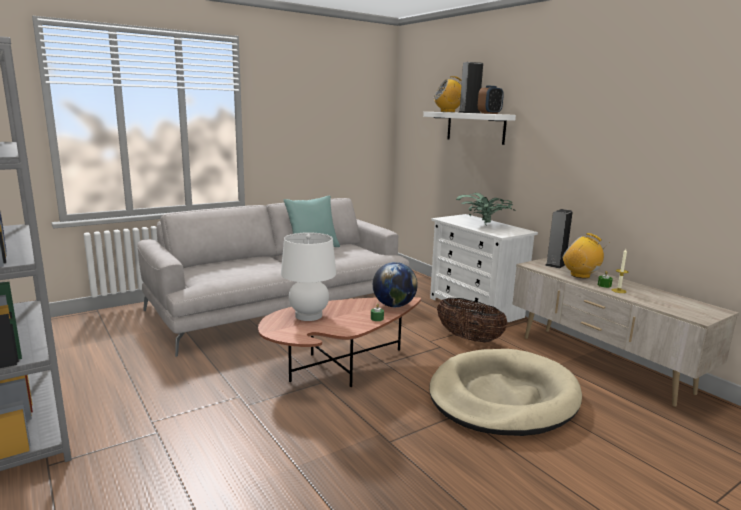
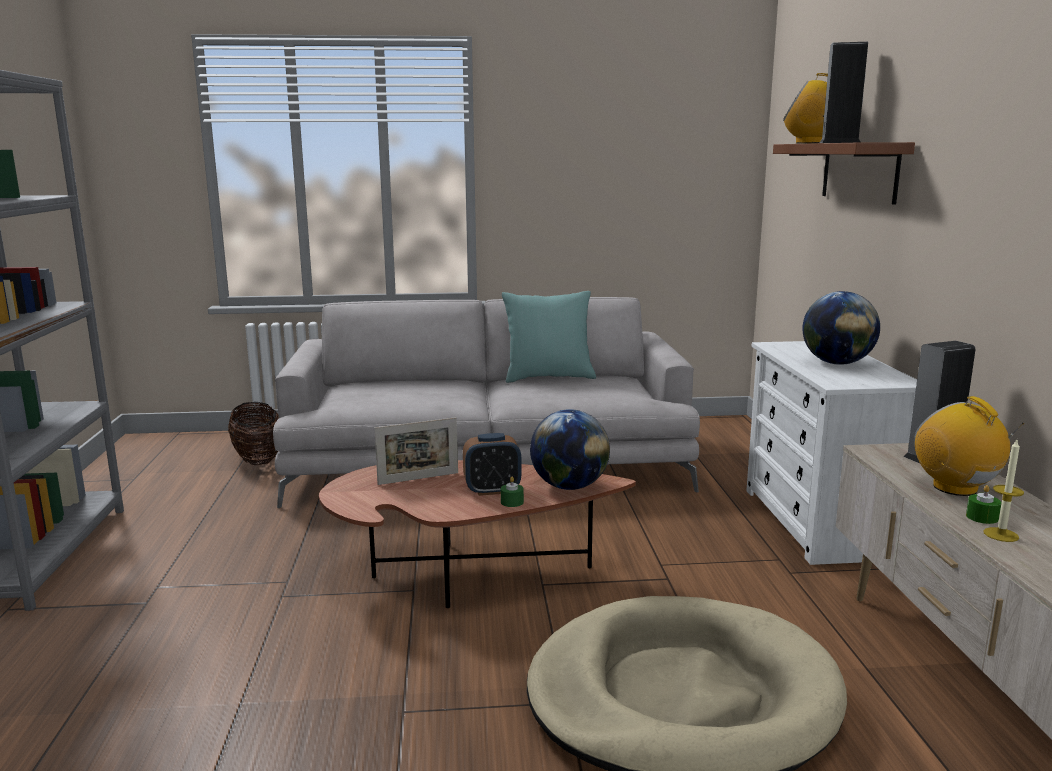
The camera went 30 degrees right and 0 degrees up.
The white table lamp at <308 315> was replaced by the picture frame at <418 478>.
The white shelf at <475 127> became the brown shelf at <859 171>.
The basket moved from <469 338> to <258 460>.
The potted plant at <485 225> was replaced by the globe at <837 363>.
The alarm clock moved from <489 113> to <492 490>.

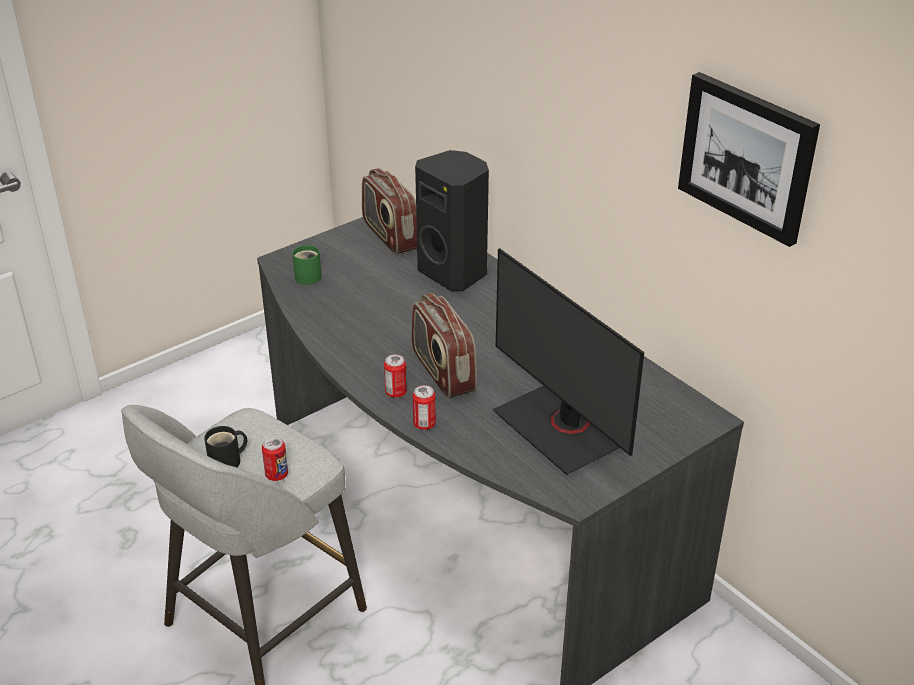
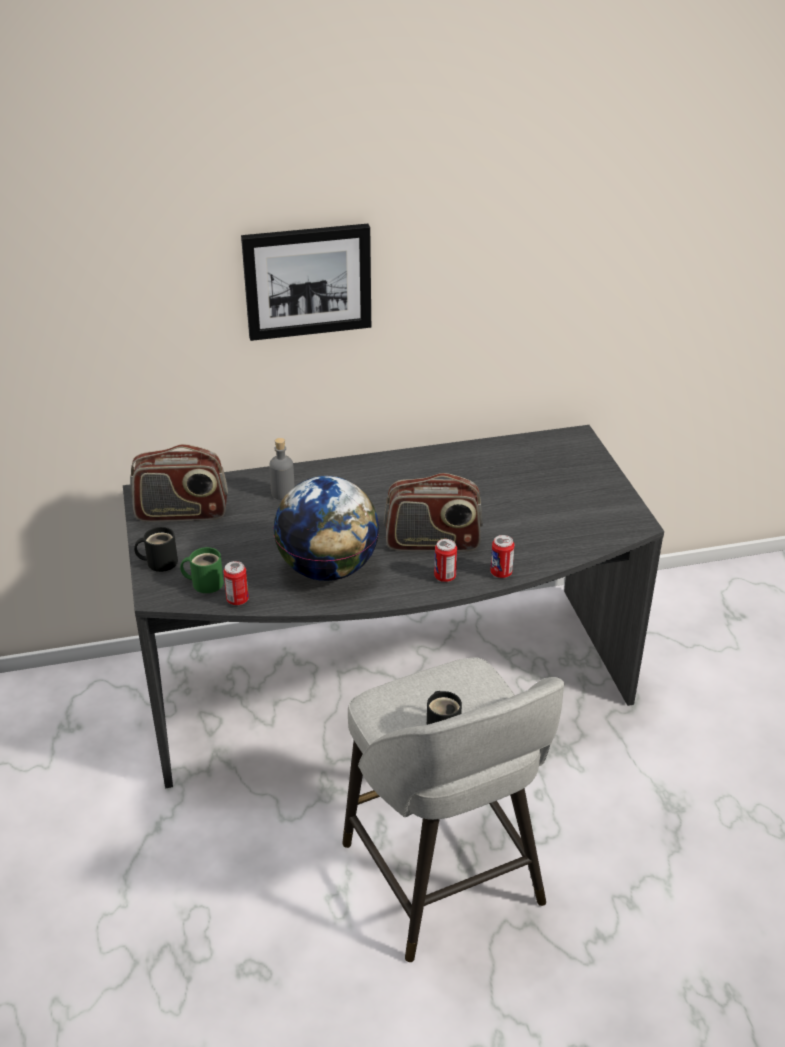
The camera went 65 degrees left and 0 degrees up.
The can moved from <276 475> to <237 600>.
The black speaker at <454 273> was replaced by the grey bottle at <283 493>.
The monitor at <562 428> disappeared.
The picture moved from <747 157> to <307 281>.
The black mug at <159 561> appeared.
The globe at <328 569> appeared.

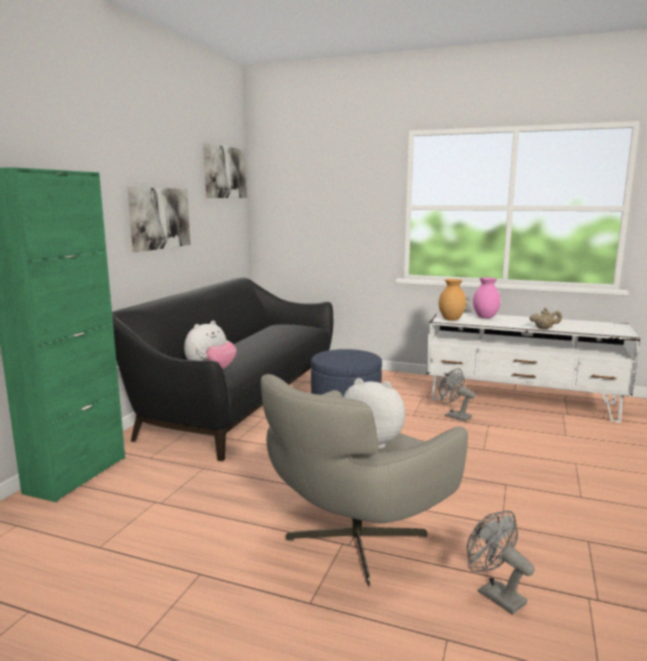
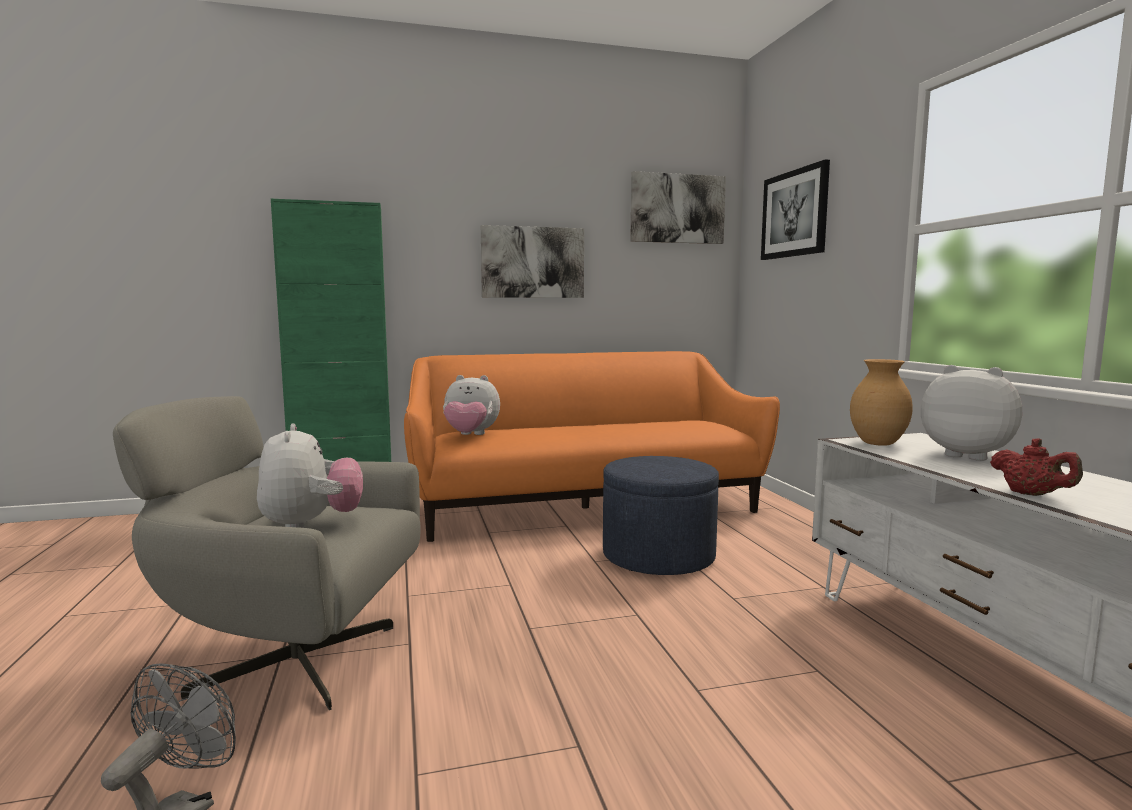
The camera went 55 degrees right and 5 degrees down.
The black sofa at <239 403> became the orange sofa at <583 505>.
The grey fan at <454 416> disappeared.
The pink vase at <485 317> was replaced by the plush toy at <968 455>.
The beige teapot at <544 328> became the red teapot at <1032 495>.
The picture at <794 214> appeared.

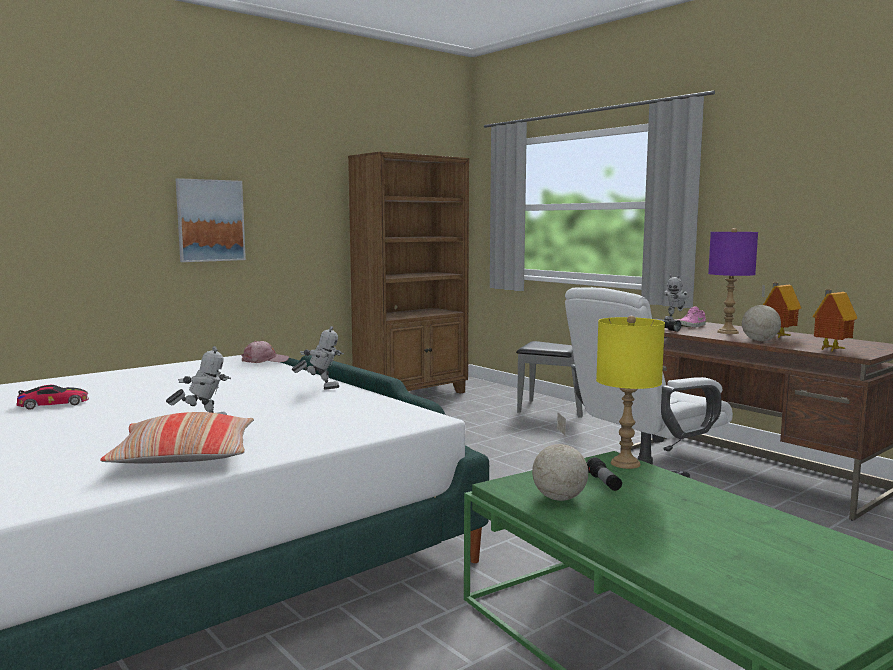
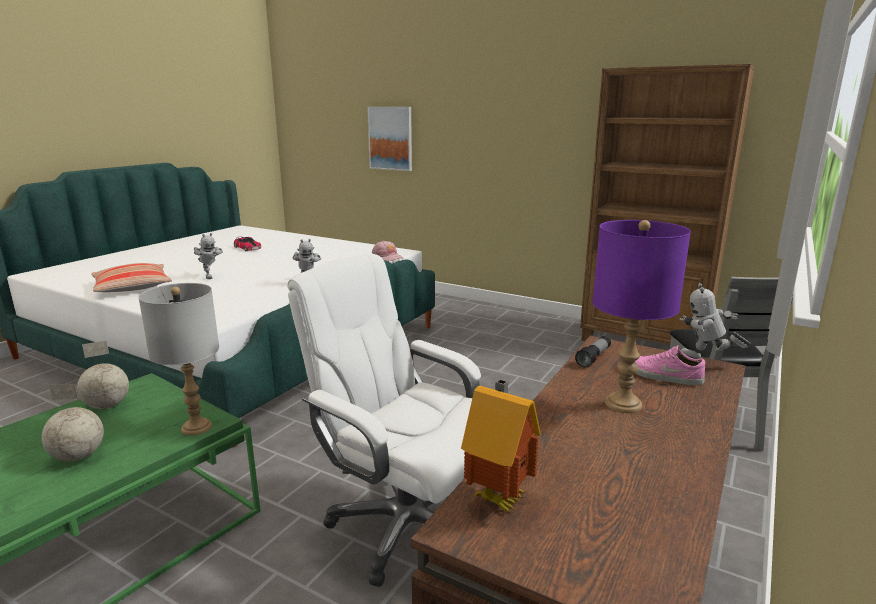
The camera went 70 degrees right and 10 degrees up.
The picture moved from <210 220> to <390 138>.
The flashlight at <604 483> disappeared.
The yellow table lamp at <626 463> became the grey table lamp at <196 427>.
The globe moved from <759 341> to <78 456>.
The toy house at <777 337> disappeared.

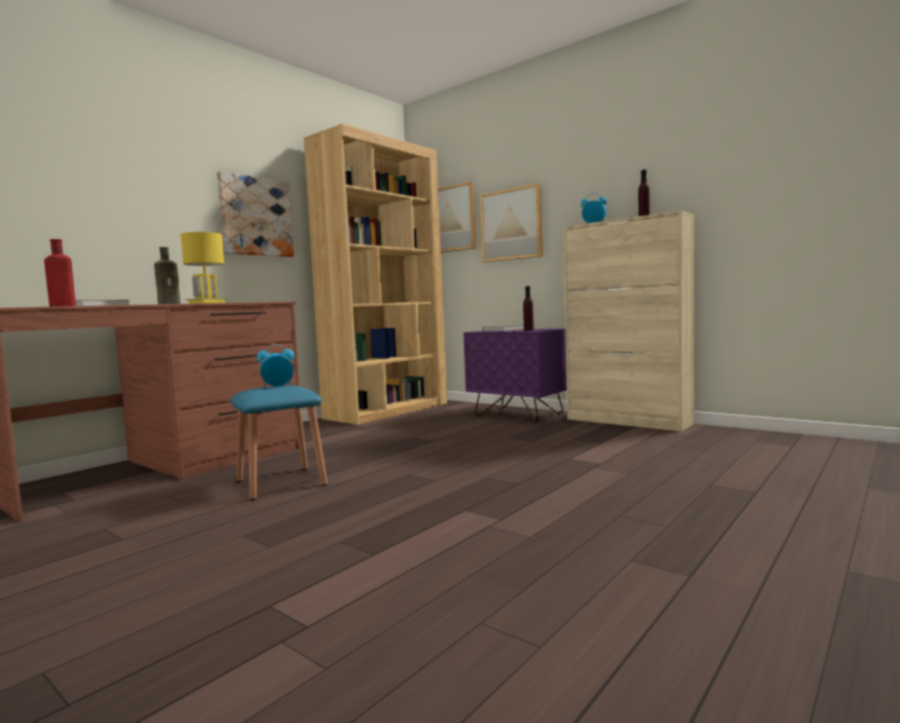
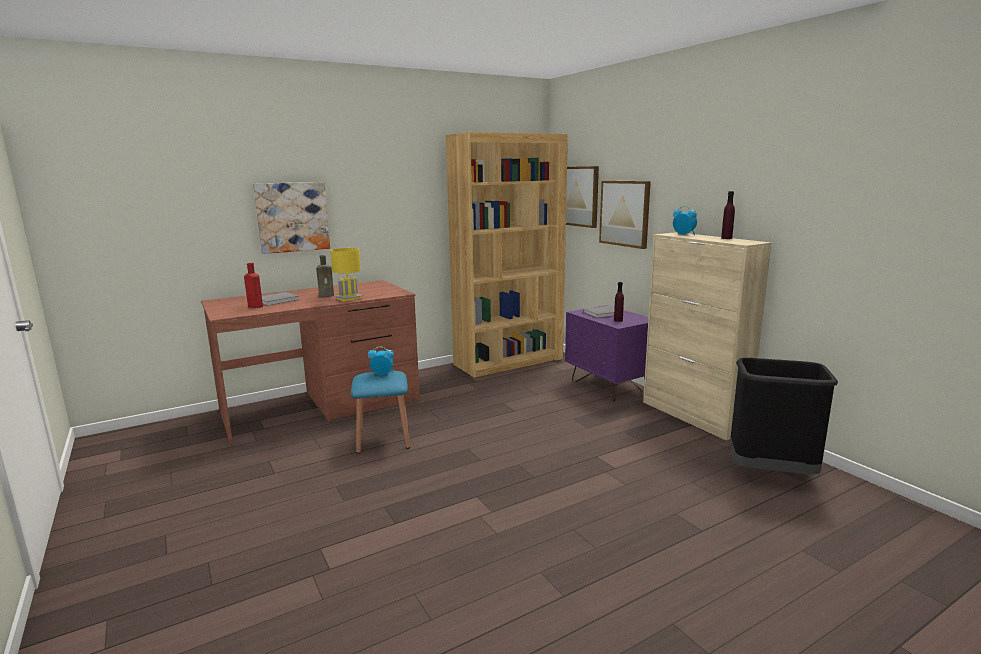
The camera went 20 degrees right and 10 degrees up.
The picture moved from <255 217> to <292 217>.
The black trash can at <771 472> appeared.

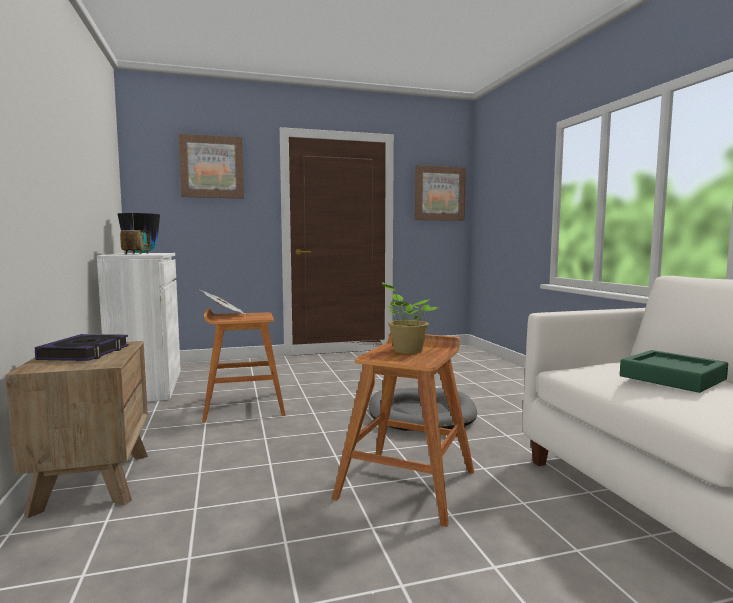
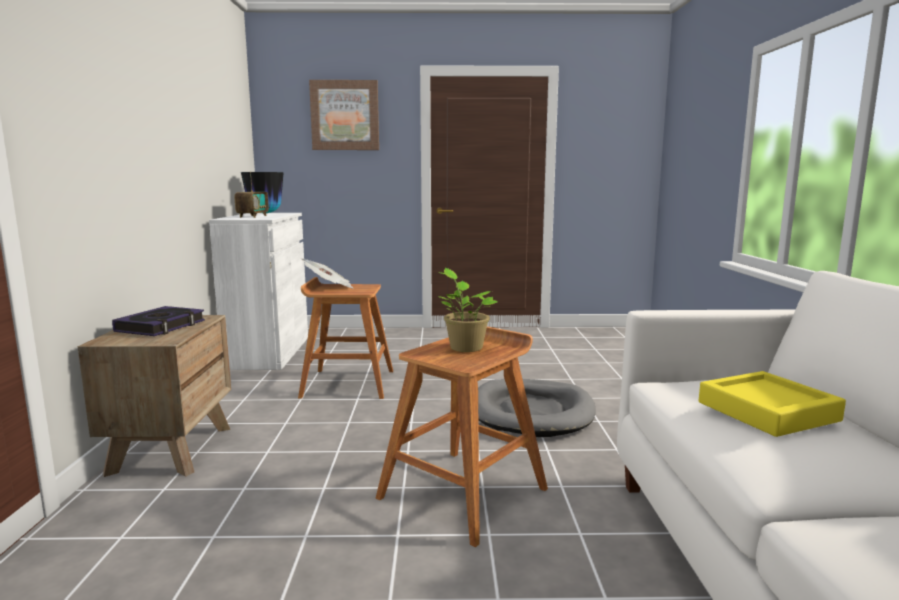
The camera went 15 degrees right and 5 degrees up.
The picture at <439 193> disappeared.
The green tray at <672 378> became the yellow tray at <767 411>.

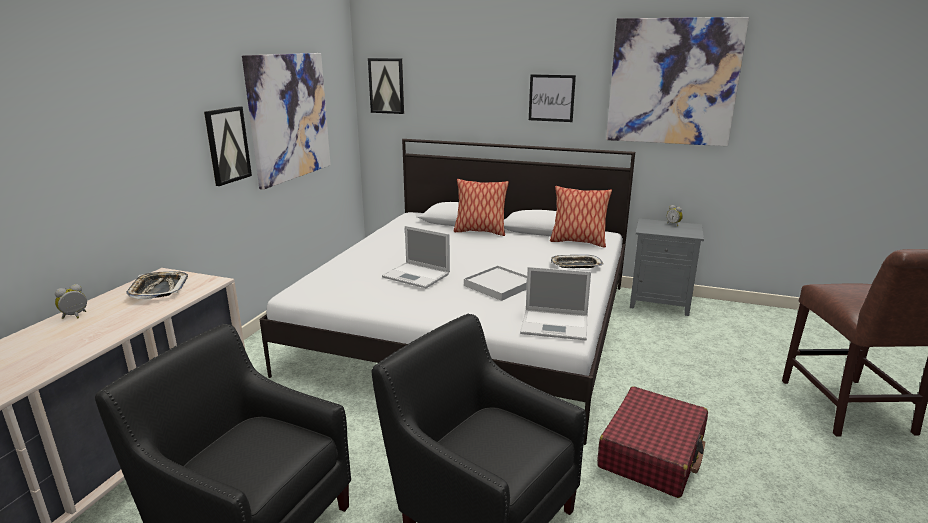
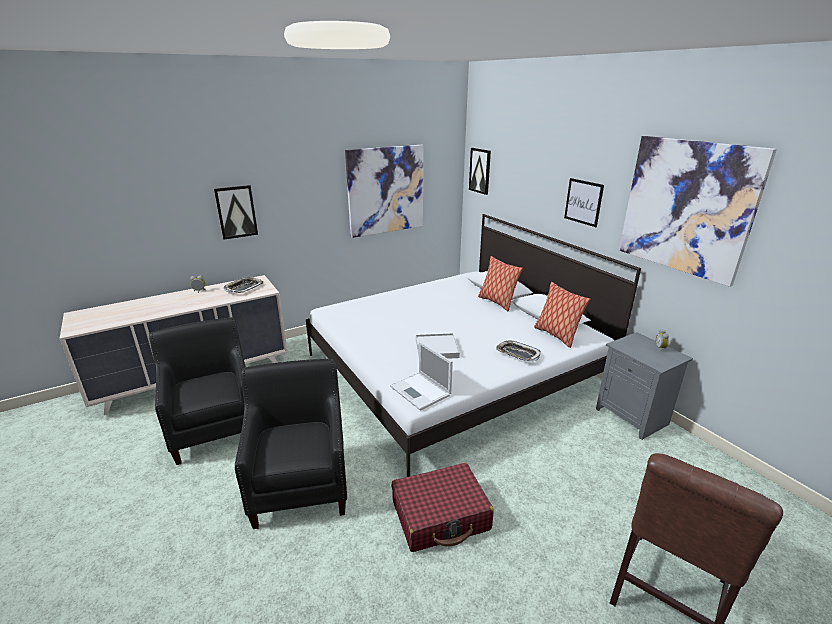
The camera went 40 degrees right and 5 degrees up.
The picture moved from <227 145> to <236 212>.
The laptop at <417 276> disappeared.

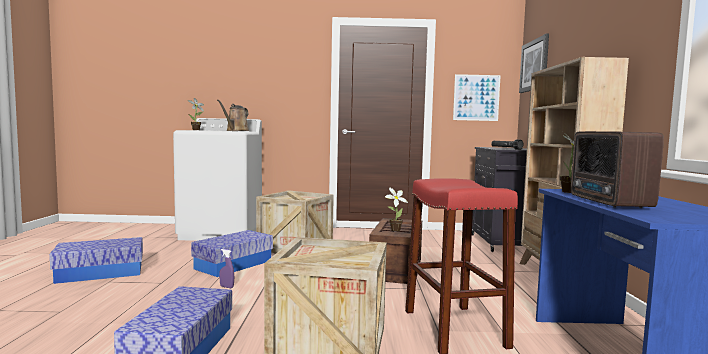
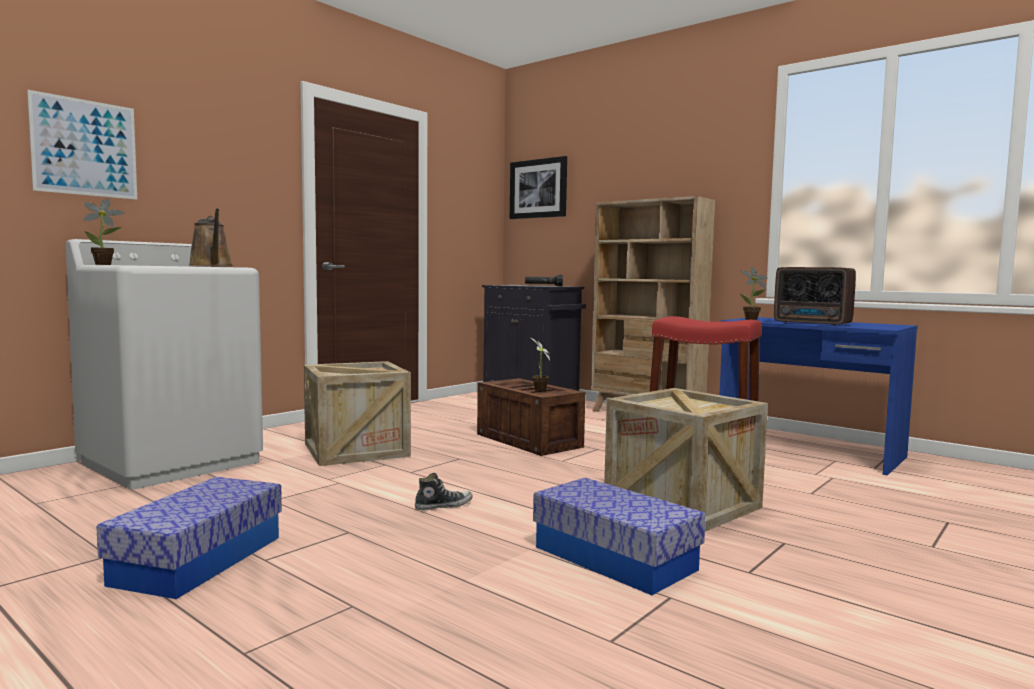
The camera went 50 degrees left and 0 degrees up.
The storage box at <233 265> disappeared.
The purple spray bottle at <226 287> was replaced by the shoe at <443 506>.
The picture moved from <476 97> to <85 147>.

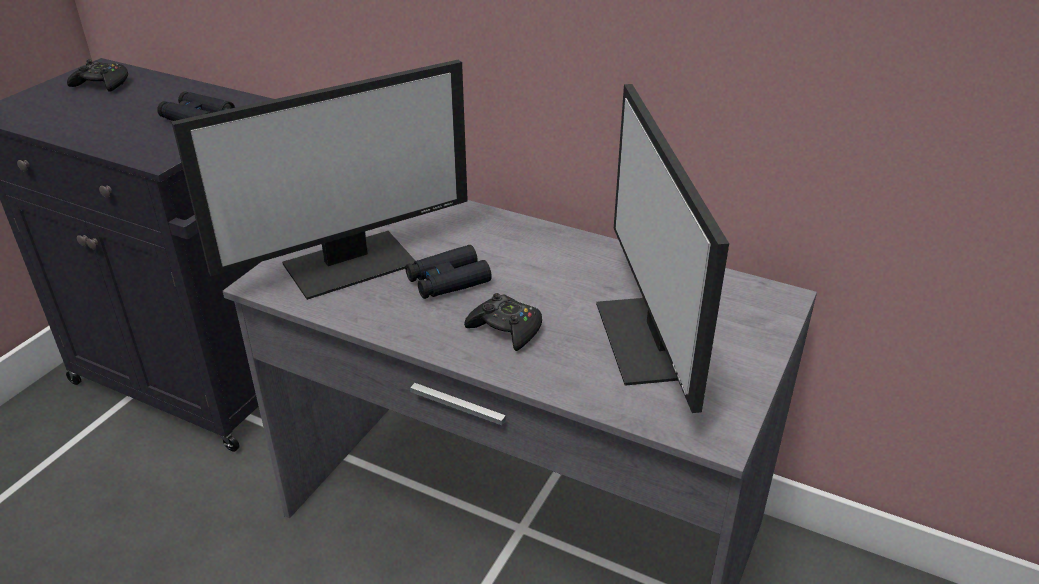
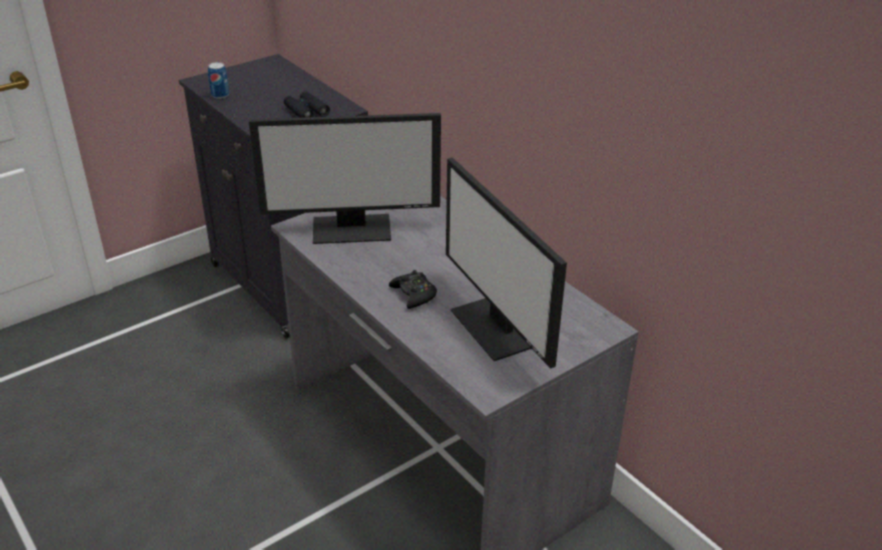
The camera went 25 degrees right and 0 degrees up.
The black game controller at <102 84> disappeared.
The black binoculars at <448 281> disappeared.
The monitor at <651 340> turned 45 degrees counterclockwise.
The can at <220 95> appeared.

